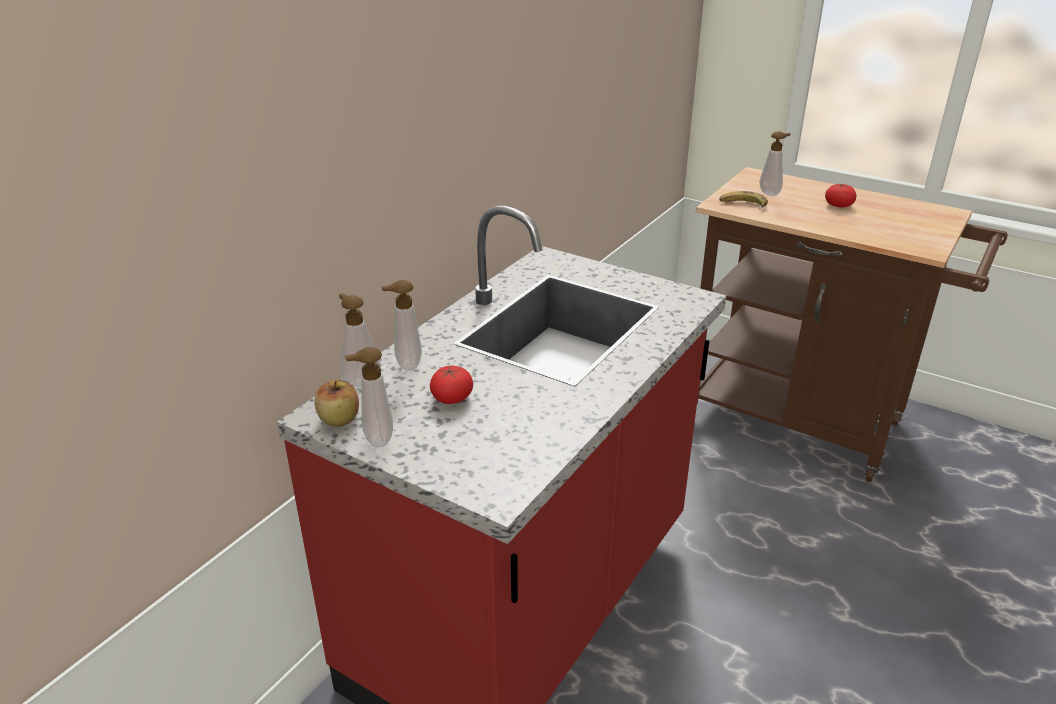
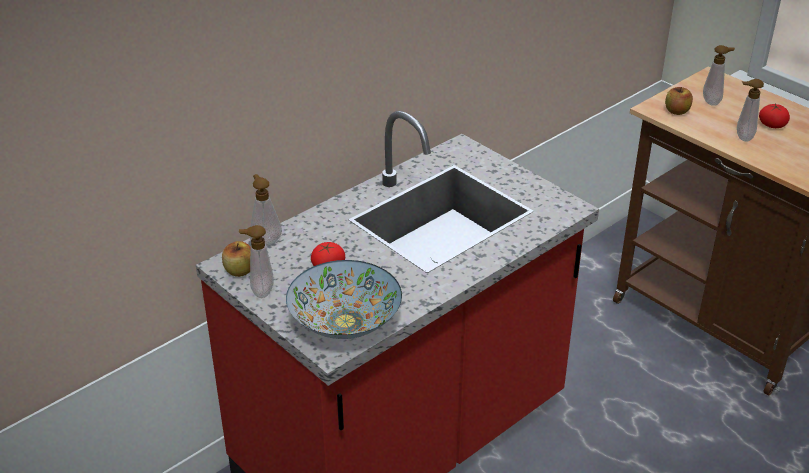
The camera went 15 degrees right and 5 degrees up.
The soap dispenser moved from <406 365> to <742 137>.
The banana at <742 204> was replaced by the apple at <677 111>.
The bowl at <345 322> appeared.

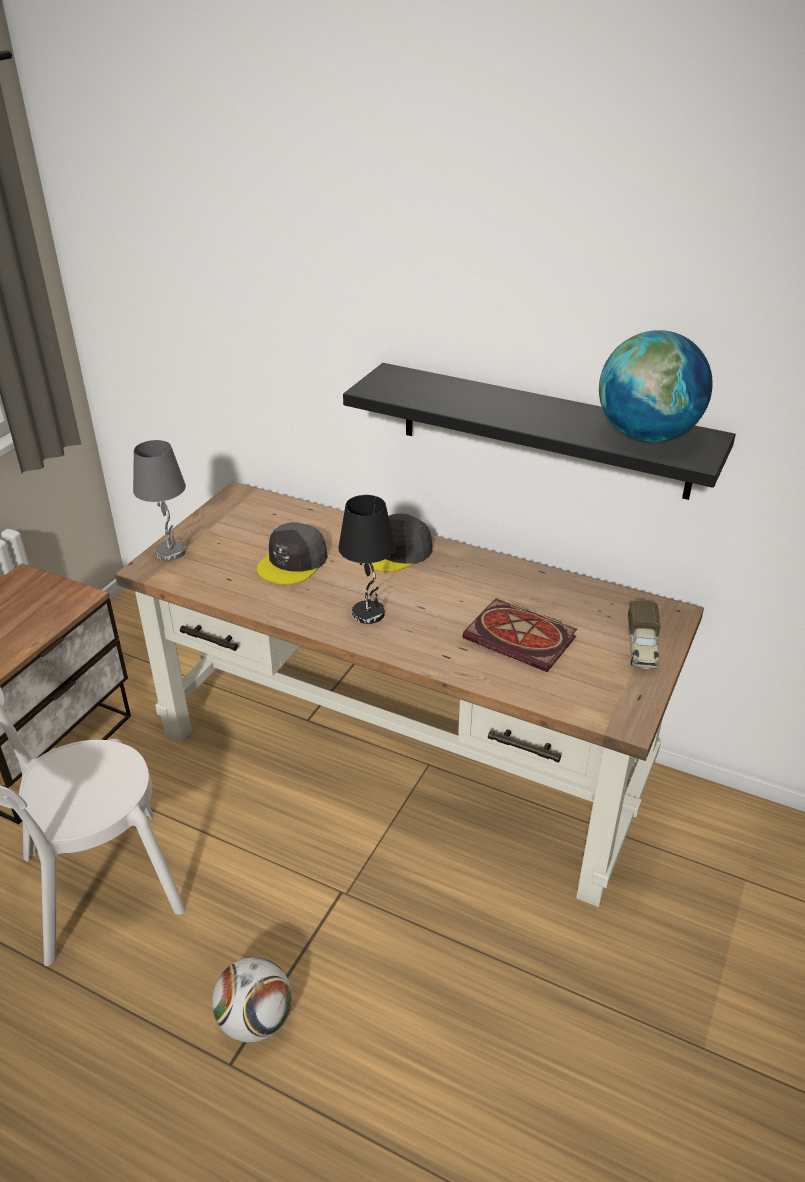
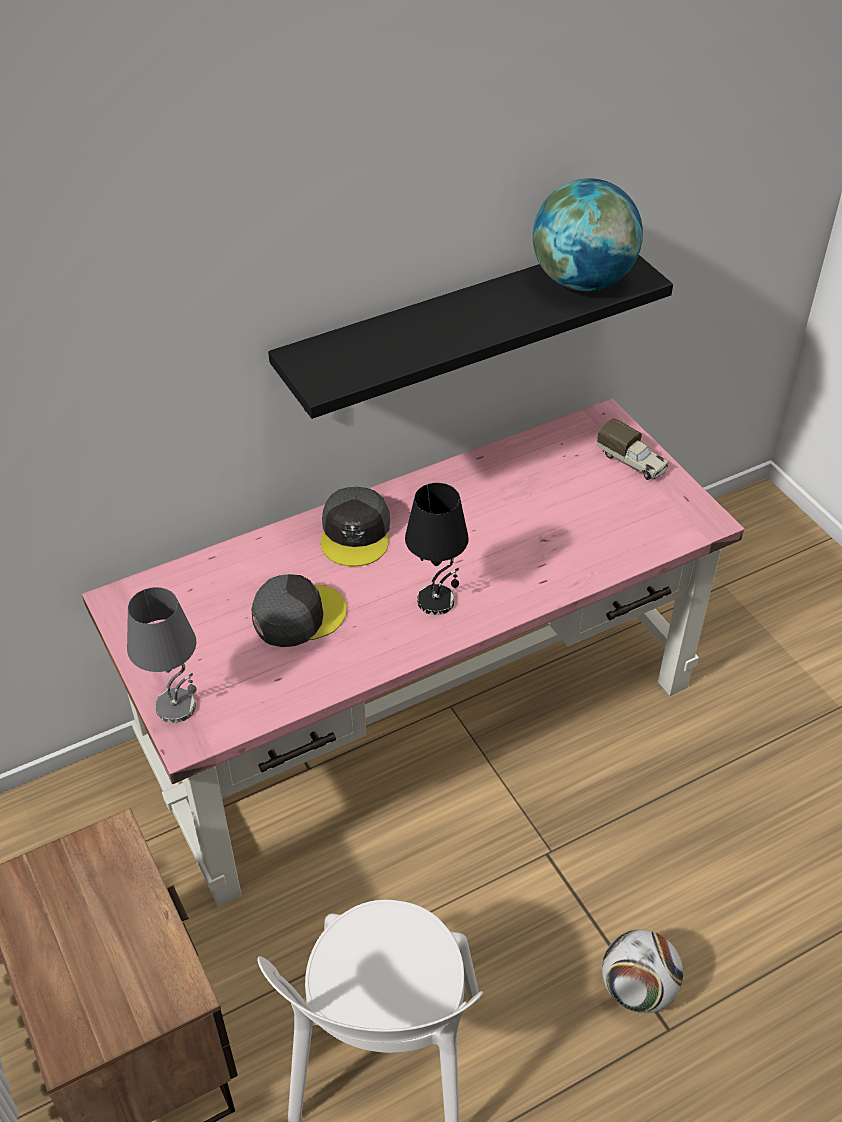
The camera went 55 degrees left and 10 degrees up.
The brown desk at <405 753> became the pink desk at <422 716>.
The grey cap at <293 562> turned 90 degrees counterclockwise.
The book at <523 638> disappeared.

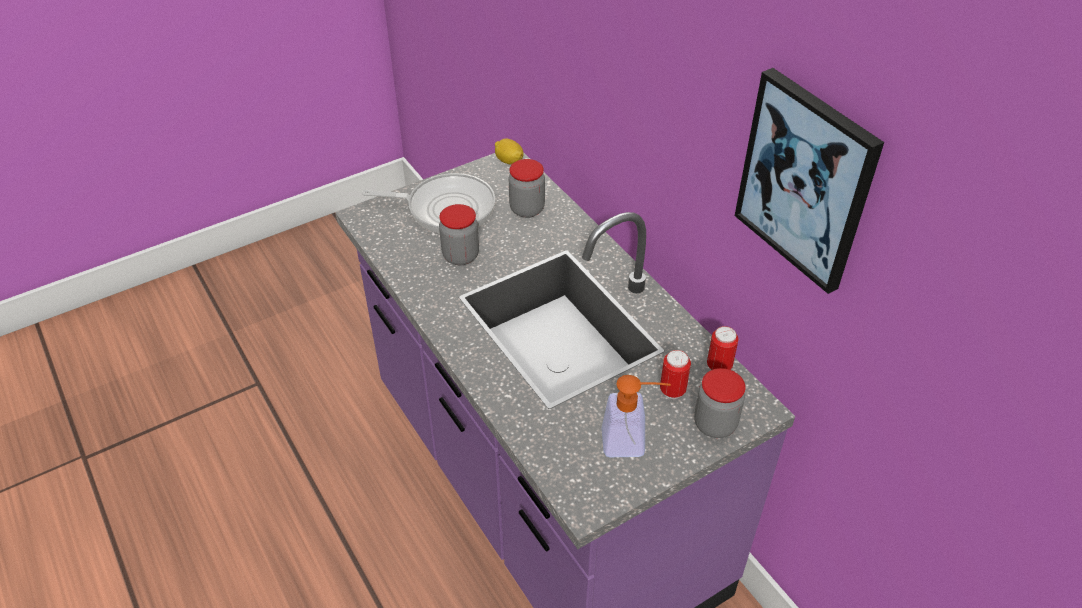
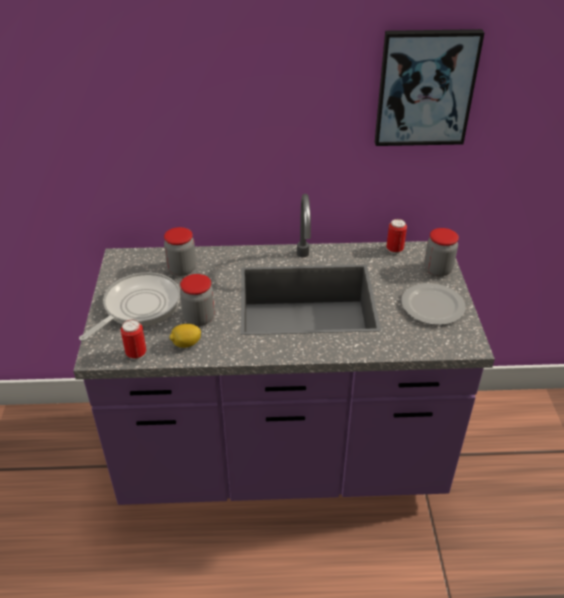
The camera went 60 degrees left and 5 degrees down.
The lemon moved from <509 161> to <186 344>.
The soap dispenser at <632 442> was replaced by the plate at <431 306>.
The can moved from <672 391> to <136 354>.

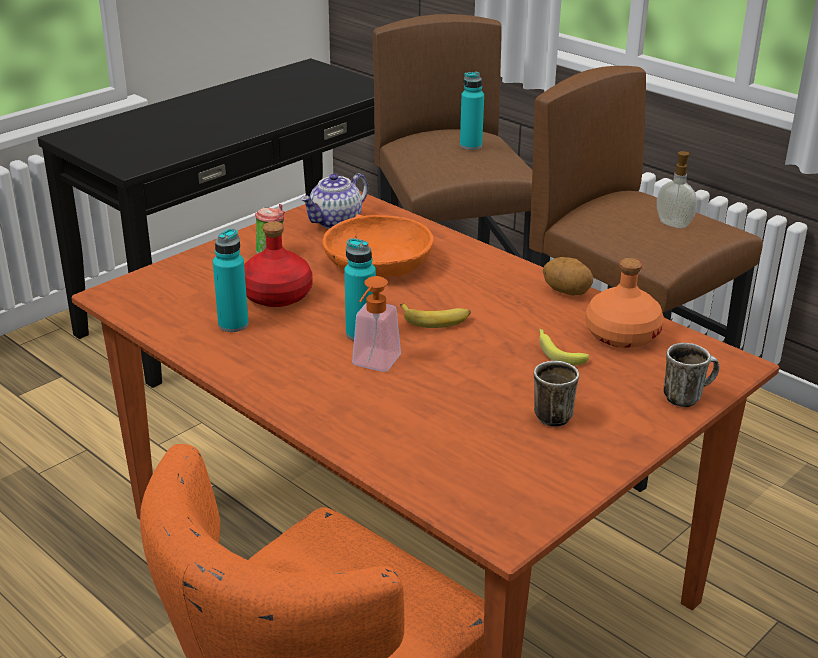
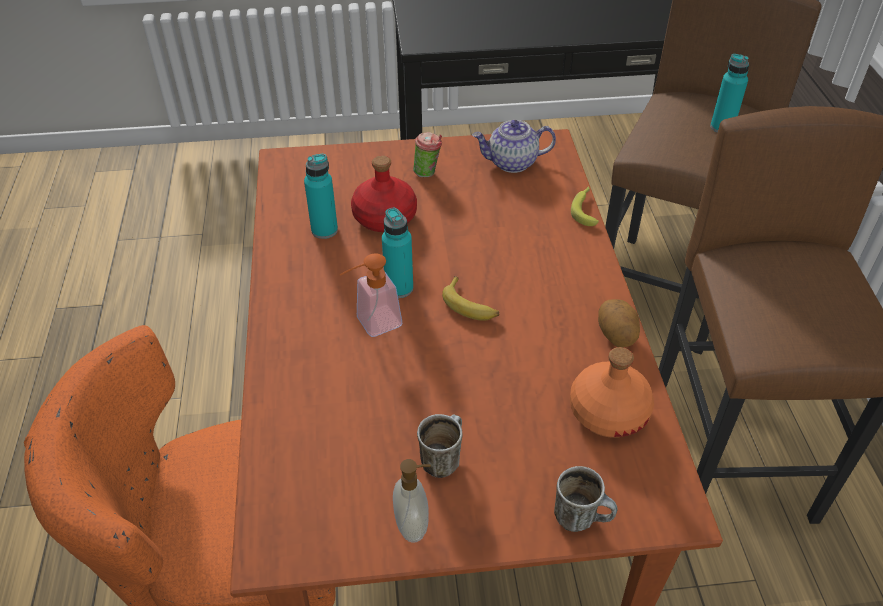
The camera went 40 degrees right and 15 degrees up.
The orange bowl at <377 262> disappeared.
The banana moved from <557 351> to <585 209>.
The soap dispenser moved from <674 224> to <413 525>.

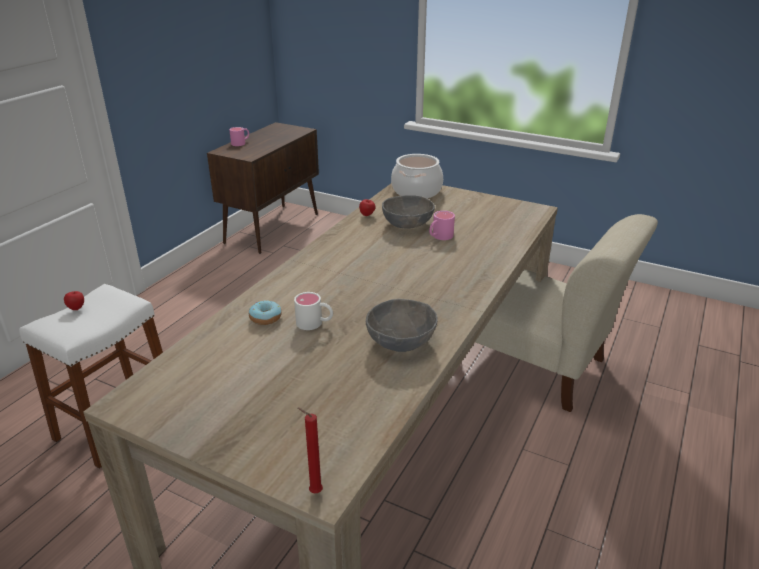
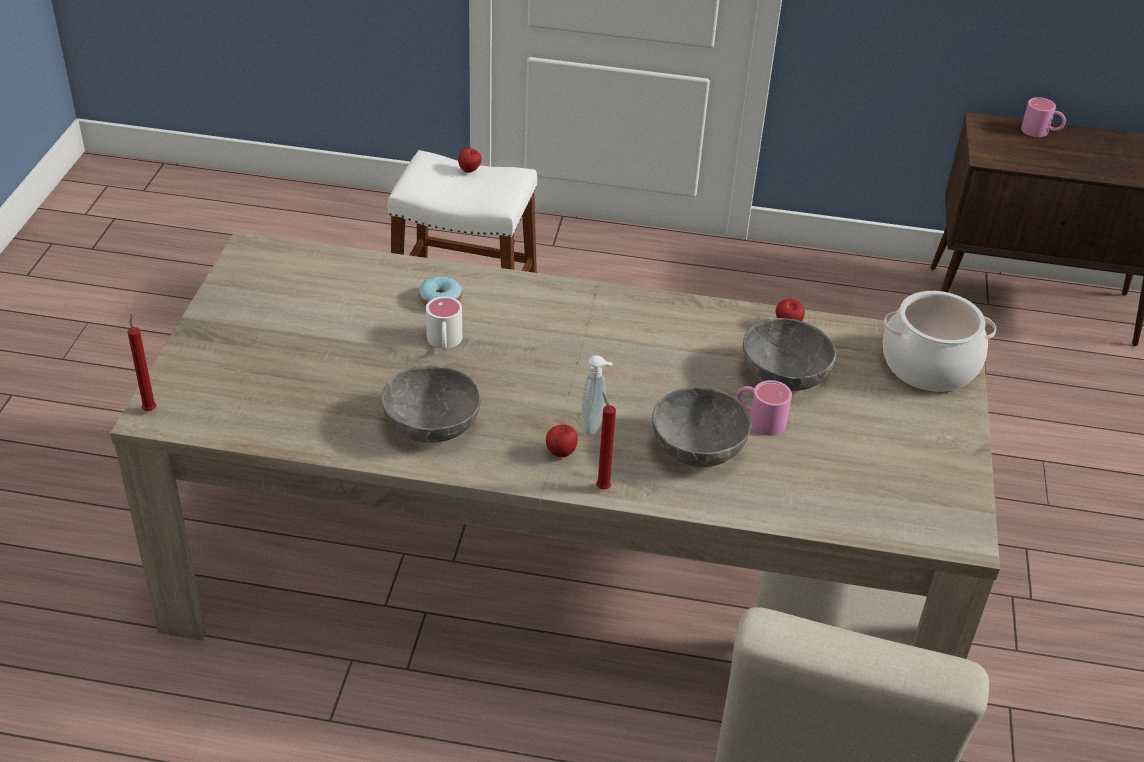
The camera went 70 degrees right and 10 degrees up.
The apple at <561 453> appeared.
The soap dispenser at <594 426> appeared.
The red candle at <602 487> appeared.
The grey bowl at <697 448> appeared.

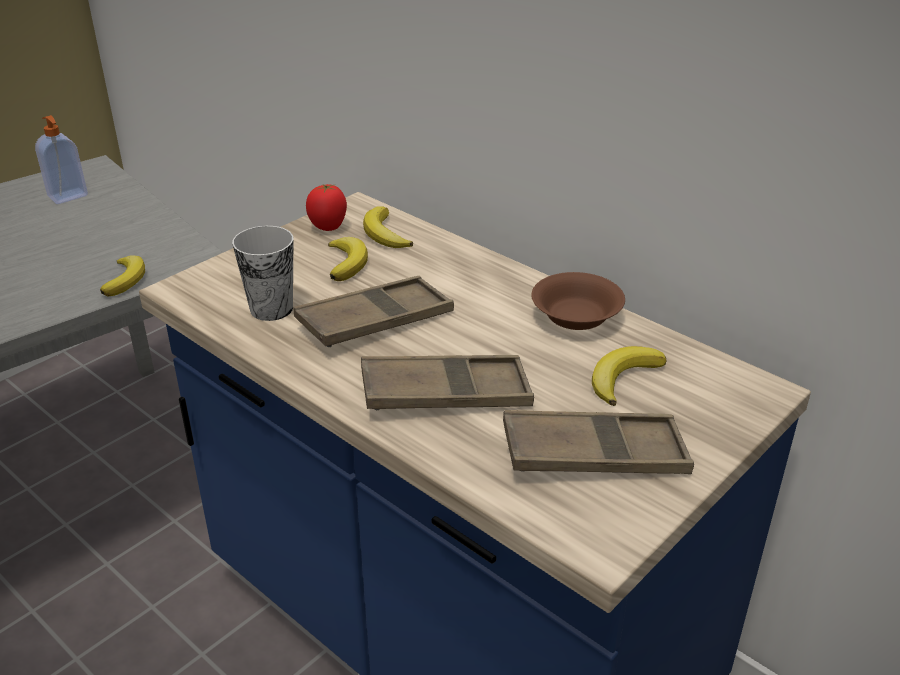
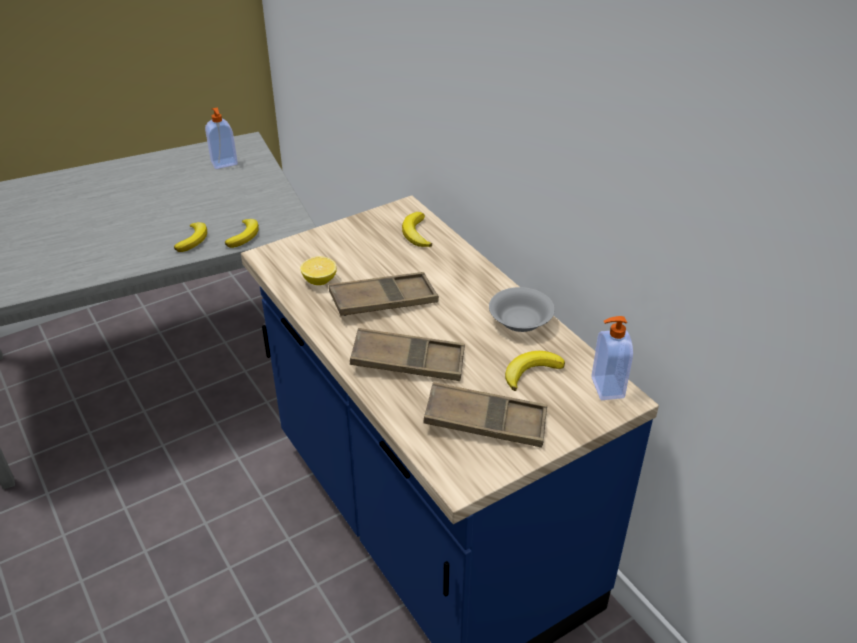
The camera went 15 degrees right and 5 degrees up.
The cup at <271 309> was replaced by the lemon at <319 280>.
The tomato at <328 228> disappeared.
The banana moved from <347 262> to <193 239>.
The brown bowl at <576 318> became the grey bowl at <520 322>.
The soap dispenser at <606 388> appeared.

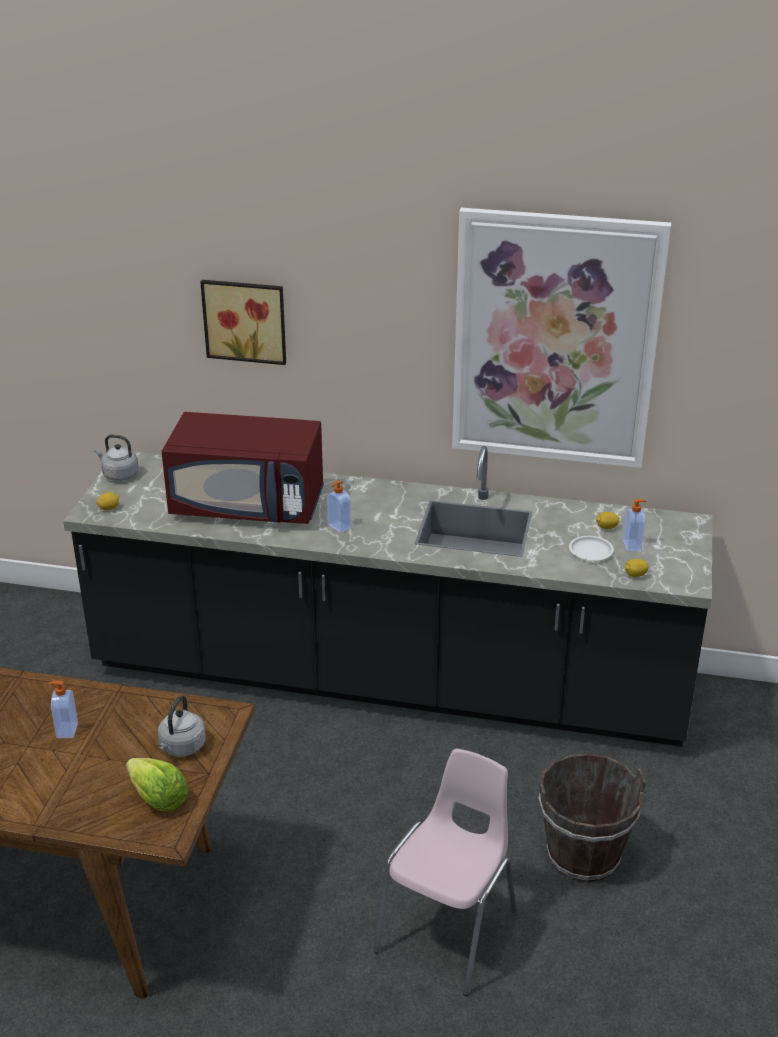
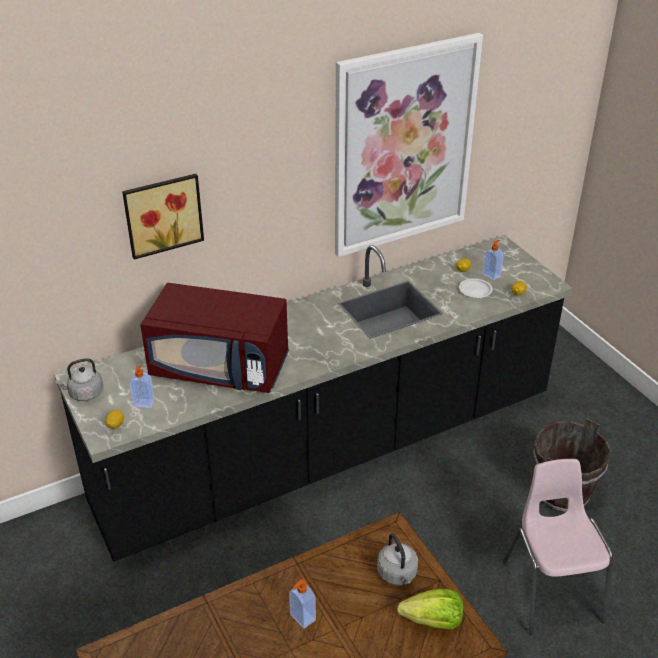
The camera went 40 degrees left and 5 degrees up.
The red microwave at <249 505> turned 45 degrees clockwise.
The soap dispenser moved from <338 527> to <143 403>.

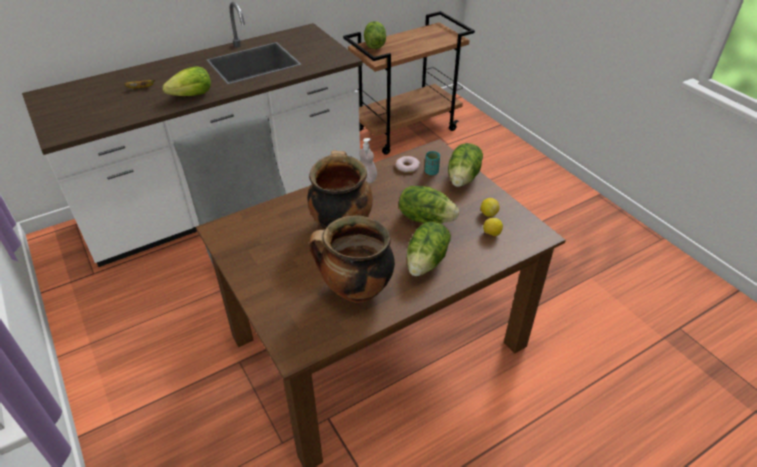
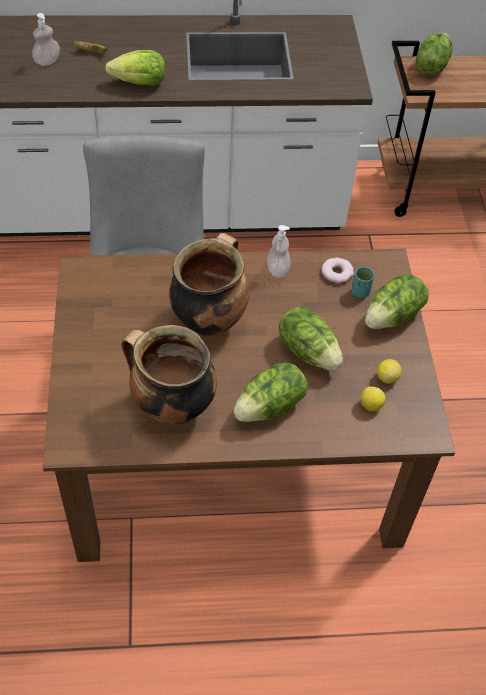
The camera went 25 degrees right and 10 degrees up.
The soap dispenser at <47 61> appeared.

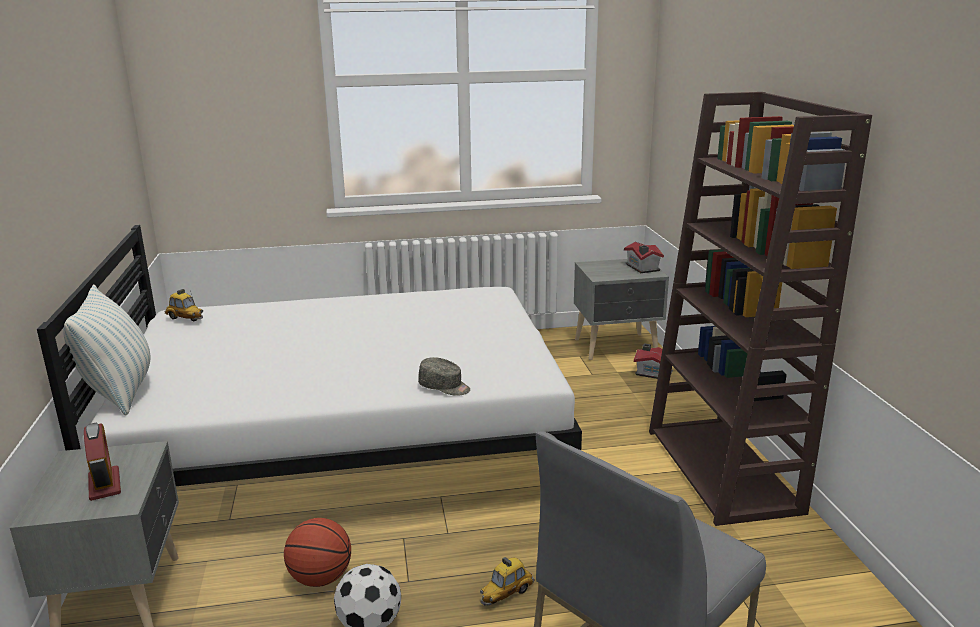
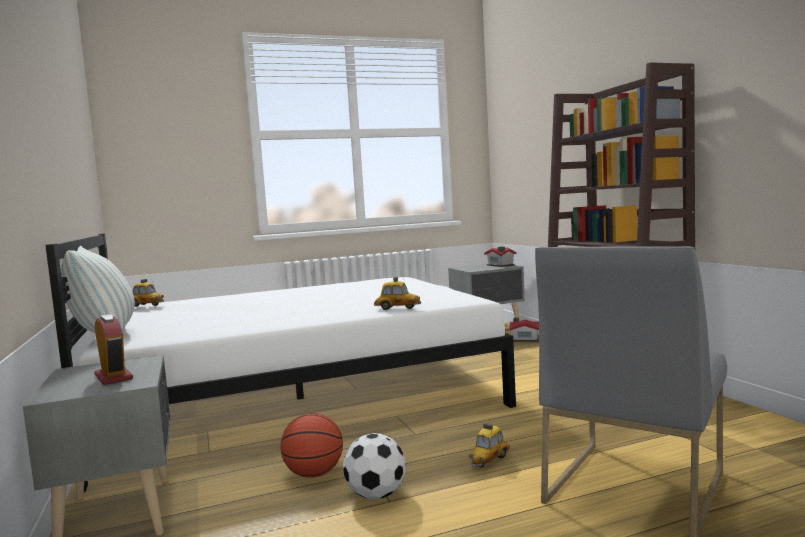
The camera went 10 degrees left and 15 degrees down.
The grey cap at <444 387> was replaced by the toy car at <397 308>.

